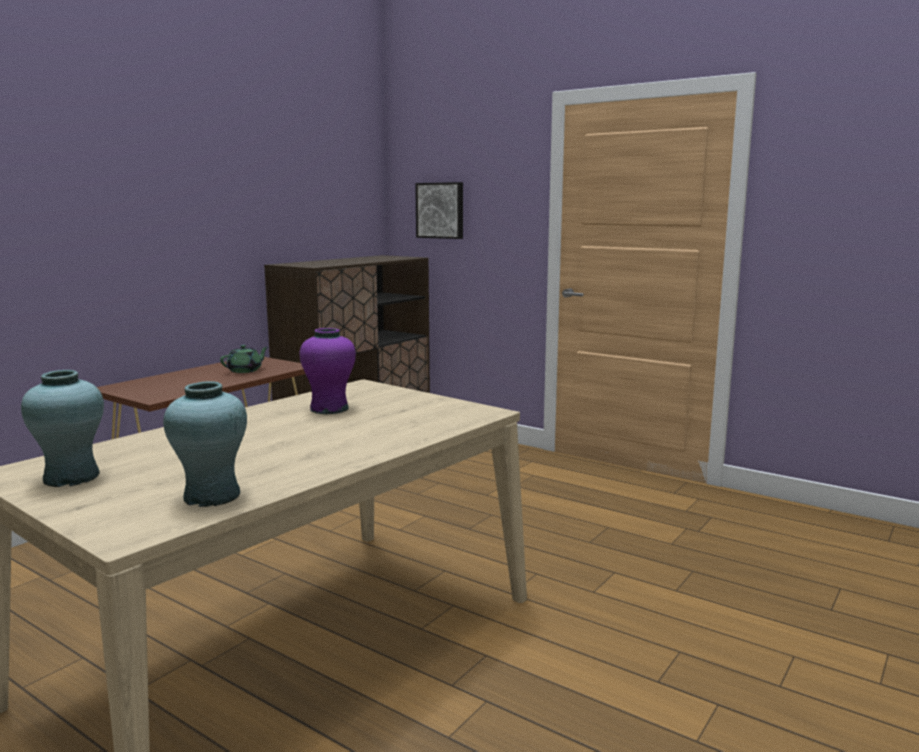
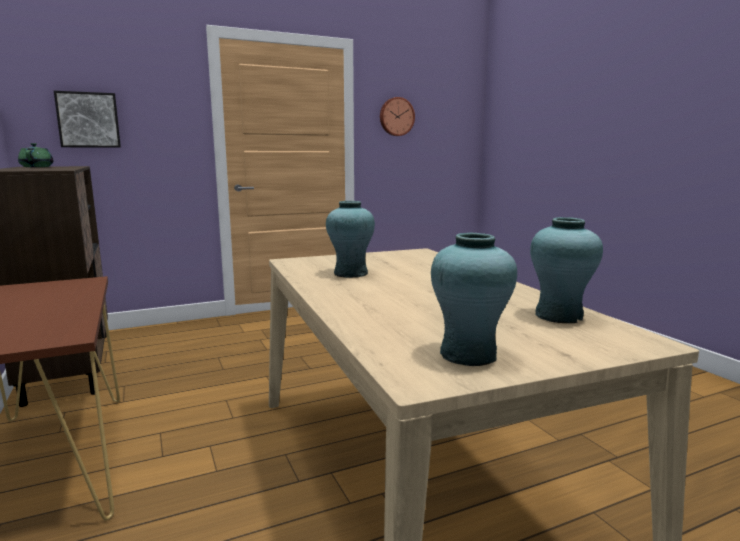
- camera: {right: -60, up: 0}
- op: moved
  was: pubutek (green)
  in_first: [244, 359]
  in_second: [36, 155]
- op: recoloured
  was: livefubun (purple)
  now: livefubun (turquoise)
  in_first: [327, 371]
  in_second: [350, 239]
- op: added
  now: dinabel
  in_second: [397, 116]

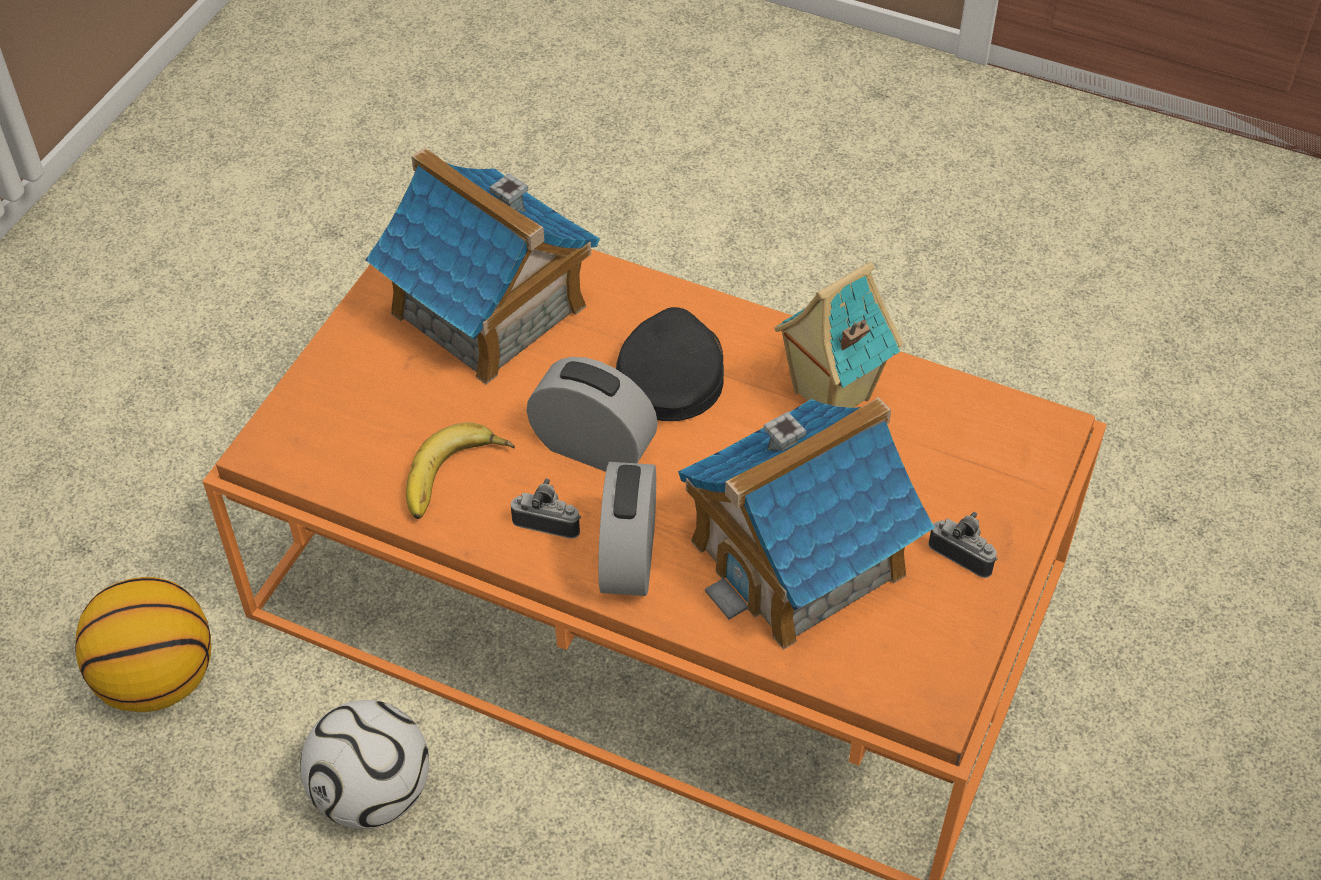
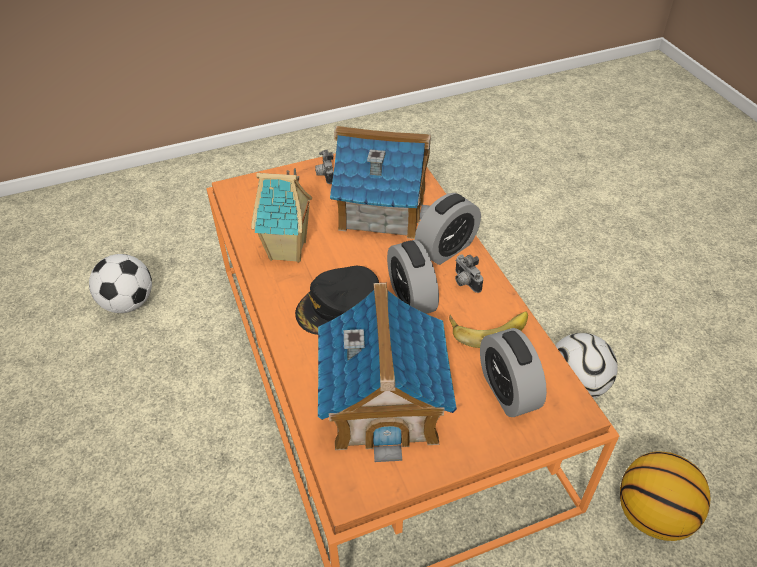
- camera: {right: -135, up: -5}
- op: added
  now: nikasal
  in_second: [120, 283]
- op: added
  now: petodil
  in_second: [513, 372]

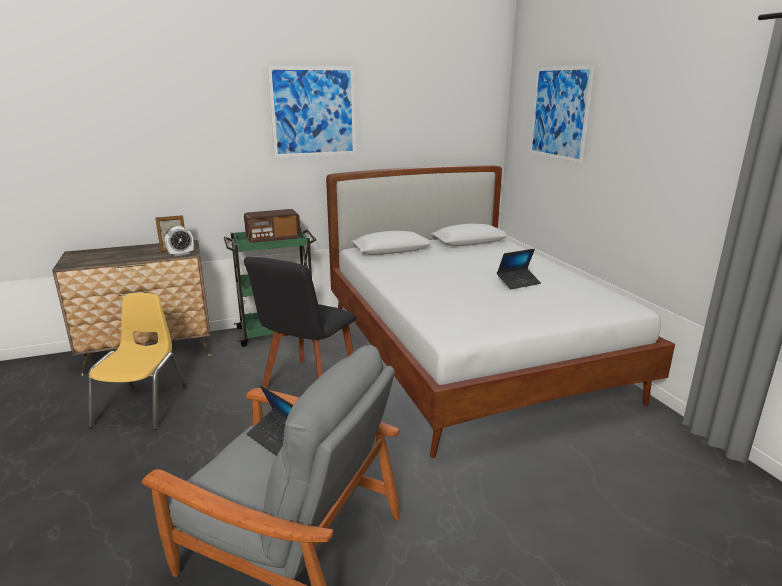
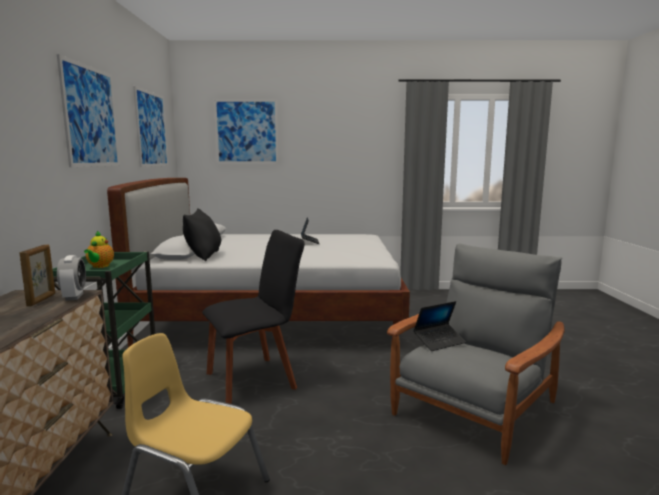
- camera: {right: -70, up: -10}
- op: replaced
  was: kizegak
  now: pubutek
  in_first: [272, 226]
  in_second: [99, 249]
- op: turned
  was: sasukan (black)
  in_first: [300, 323]
  in_second: [253, 317]
  clockwise: -75
- op: added
  now: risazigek
  in_second: [150, 126]
- op: added
  now: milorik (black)
  in_second: [202, 234]

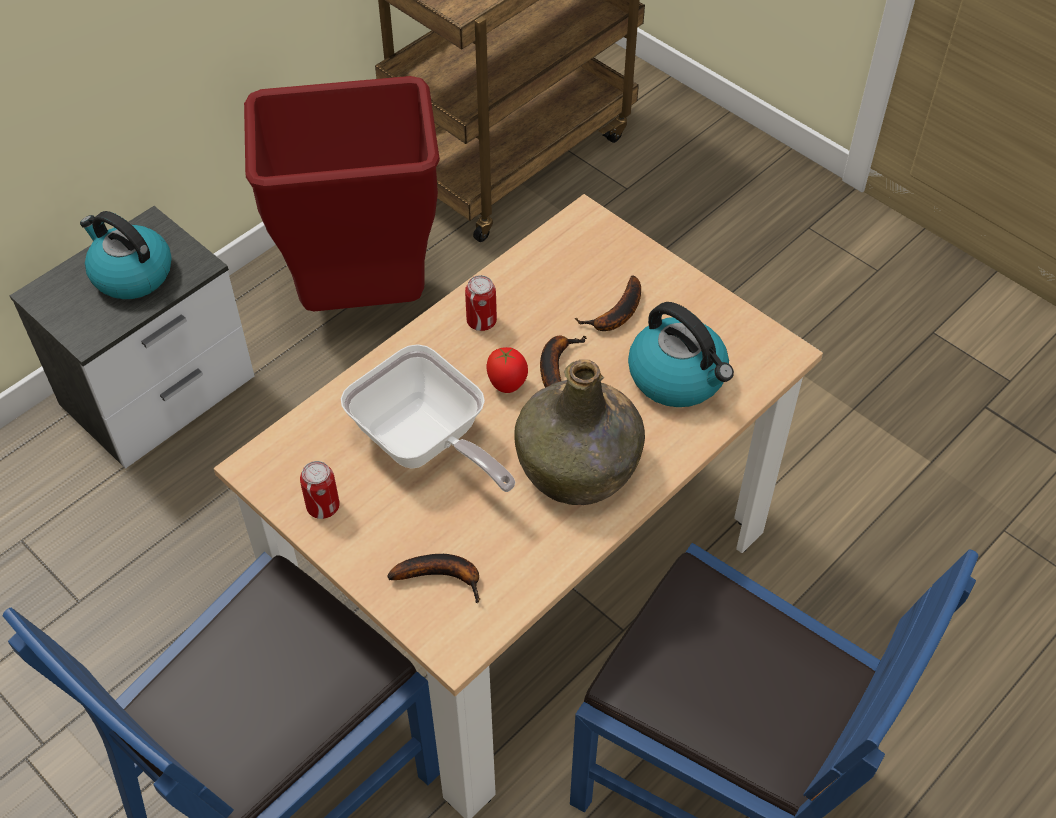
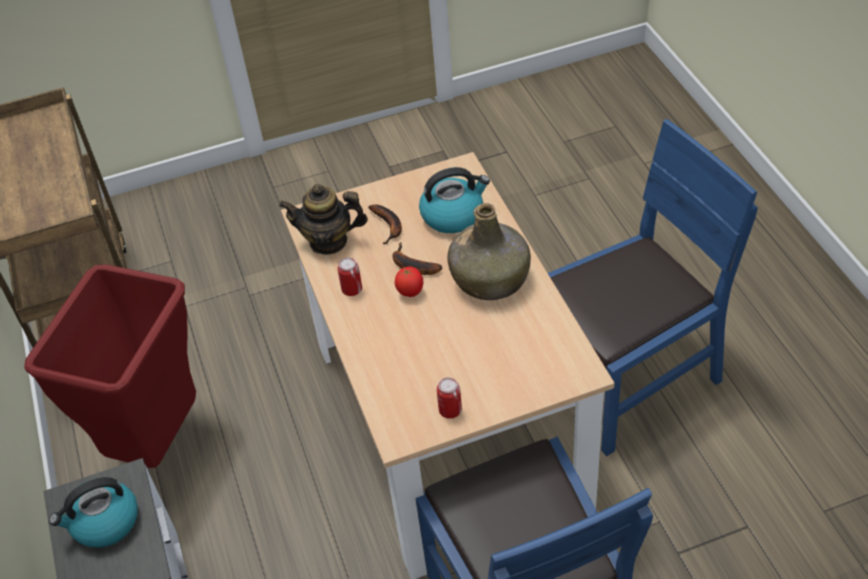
- camera: {right: -60, up: -5}
- op: removed
  was: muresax
  in_first: [428, 418]
- op: removed
  was: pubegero
  in_first: [434, 578]
- op: added
  now: pubutek
  in_second: [323, 219]

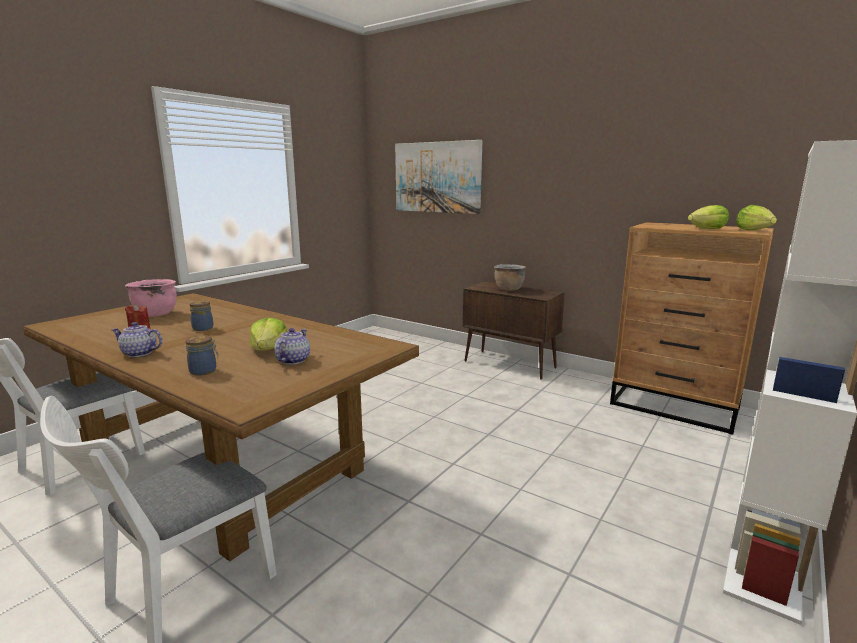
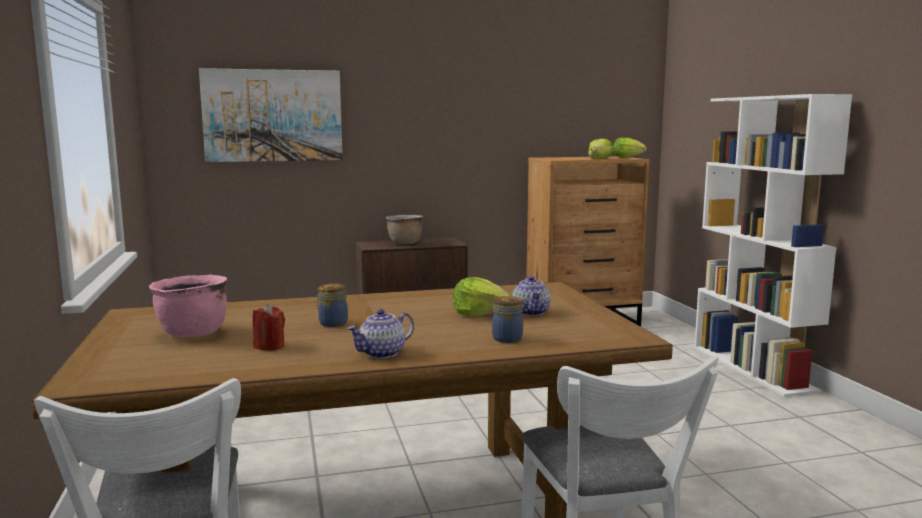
- camera: {right: -50, up: -5}
- op: turned
  was: pubutek
  in_first: [292, 346]
  in_second: [531, 296]
  clockwise: -150

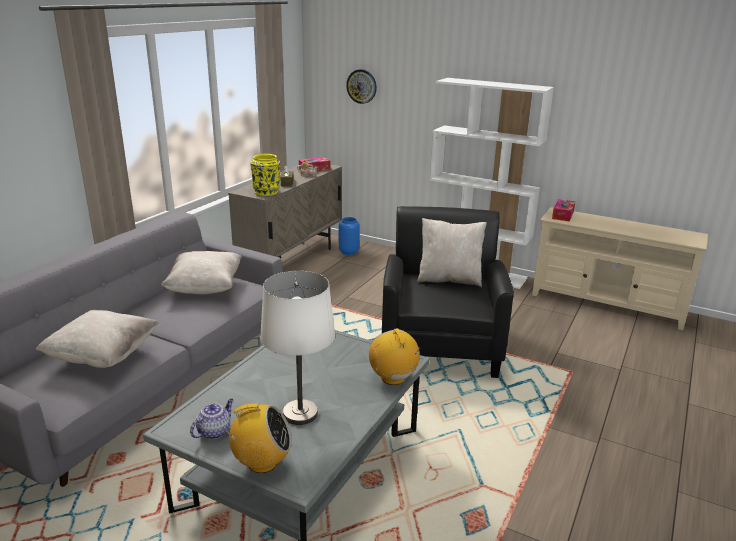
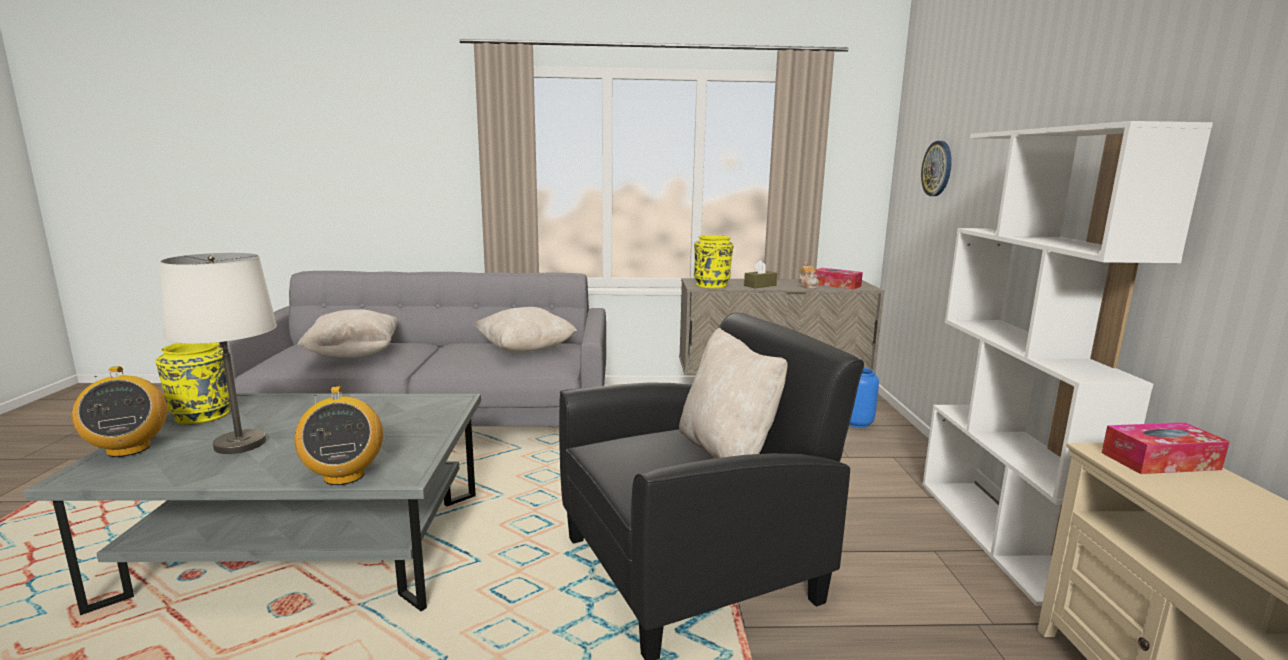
- camera: {right: 60, up: -10}
- op: replaced
  was: pubutek
  now: livefubun (yellow)
  in_first: [212, 419]
  in_second: [193, 383]
- op: turned
  was: kizegak
  in_first: [394, 356]
  in_second: [338, 435]
  clockwise: 120

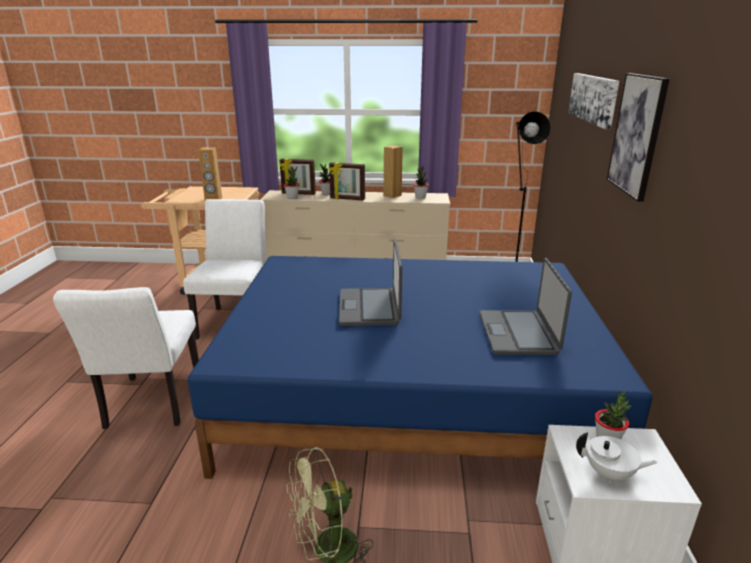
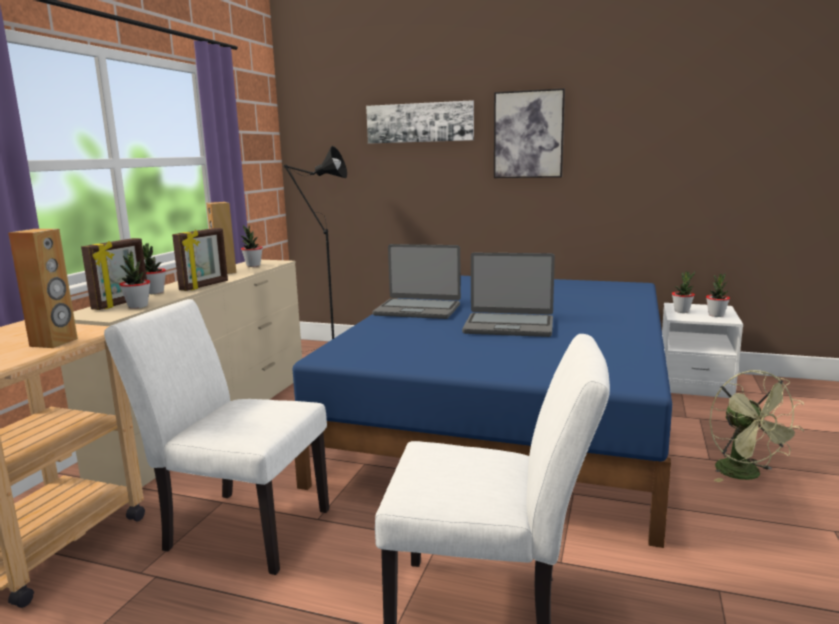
- camera: {right: -75, up: -10}
- op: moved
  was: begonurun
  in_first: [525, 306]
  in_second: [417, 281]
- op: replaced
  was: pubutek (white)
  now: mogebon
  in_first: [617, 457]
  in_second: [718, 295]

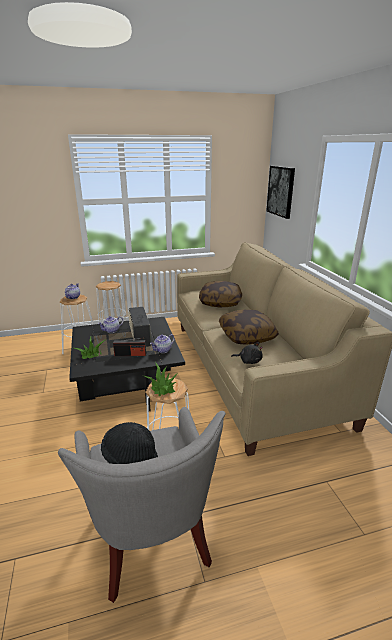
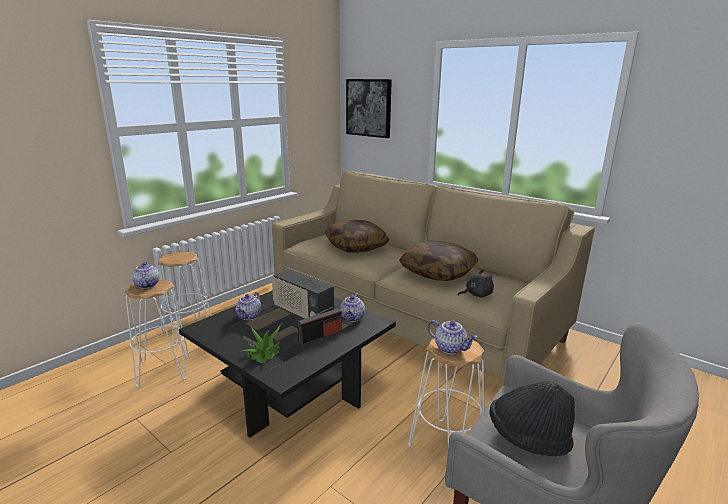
- camera: {right: -35, up: -5}
- op: replaced
  was: mogebon
  now: pubutek
  in_first: [161, 379]
  in_second: [453, 337]

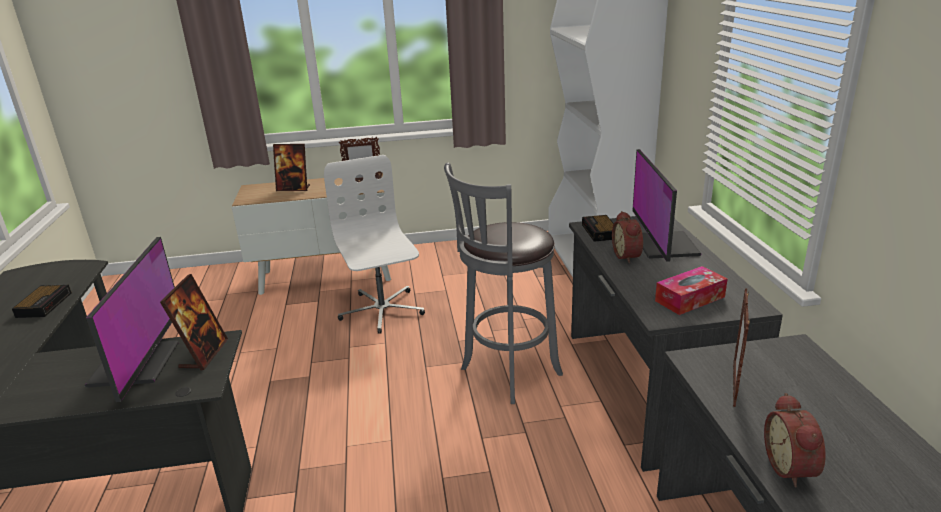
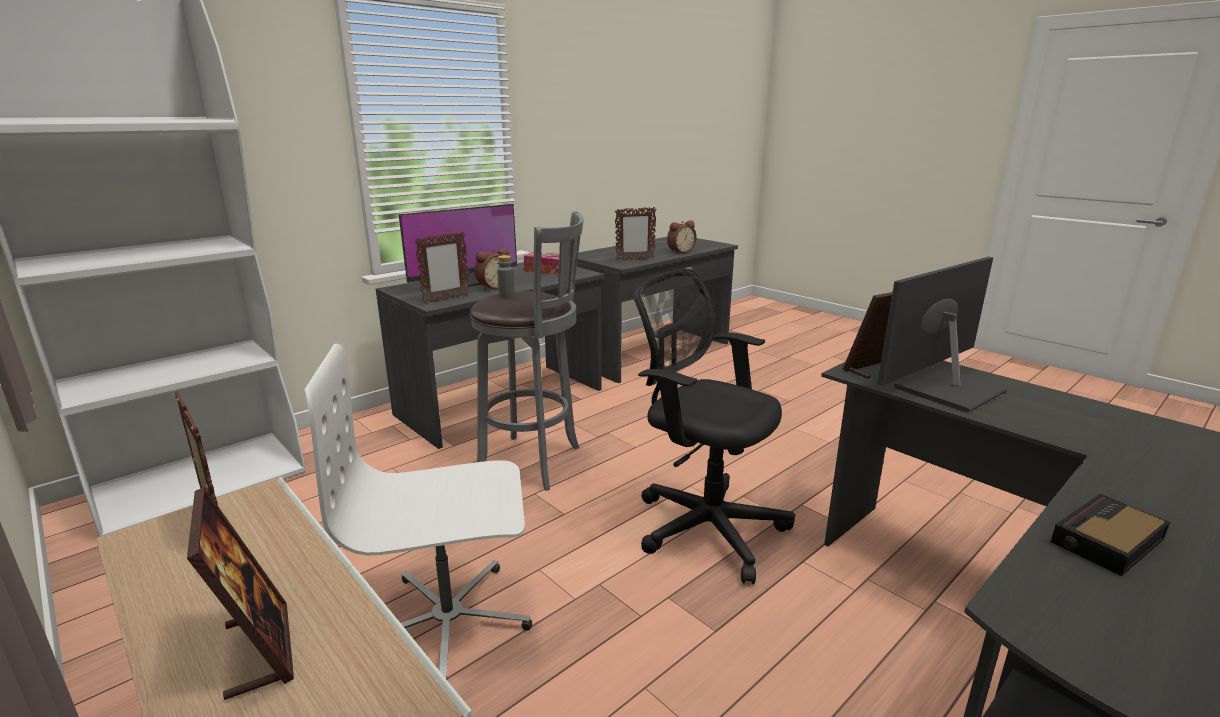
- camera: {right: -125, up: -5}
- op: turned
  was: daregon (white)
  in_first: [374, 244]
  in_second: [418, 512]
  clockwise: 45
- op: replaced
  was: petodil
  now: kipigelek
  in_first: [598, 228]
  in_second: [442, 267]
- op: added
  now: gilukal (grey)
  in_second: [506, 277]
- op: added
  now: daregon (black)
  in_second: [714, 426]

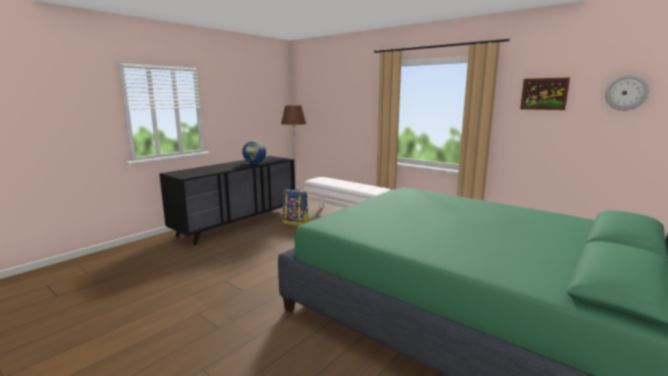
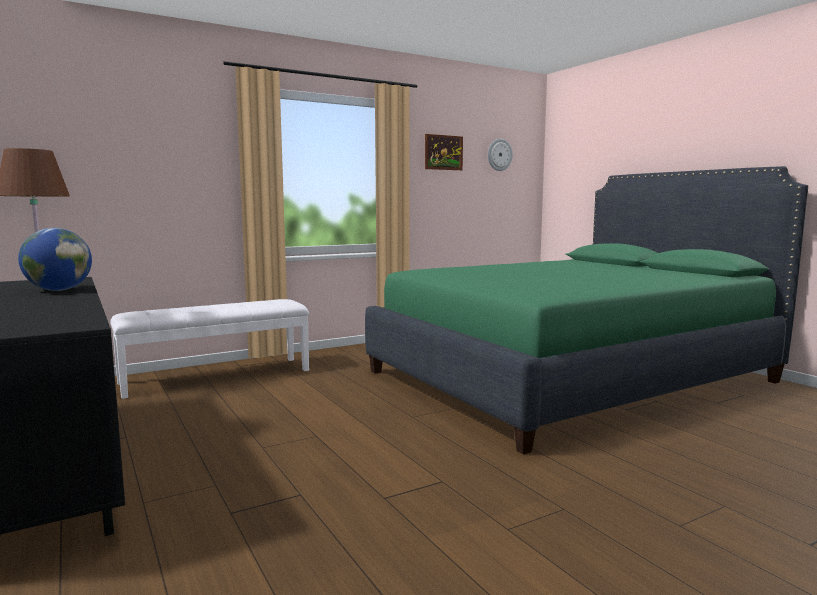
- camera: {right: -70, up: -5}
- op: removed
  was: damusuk
  in_first: [296, 207]

